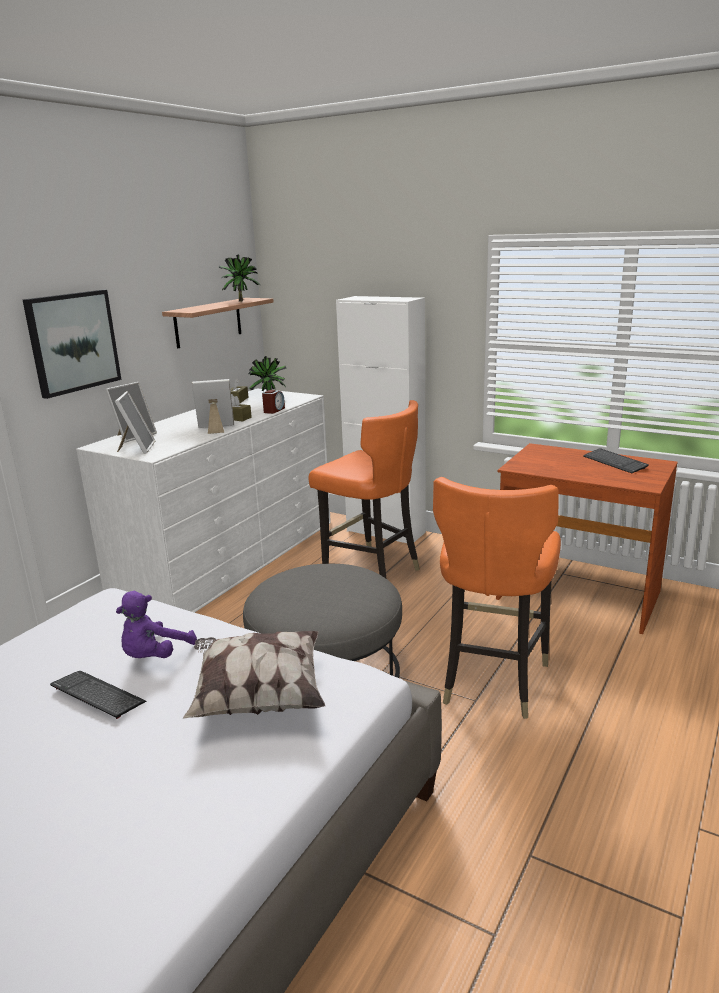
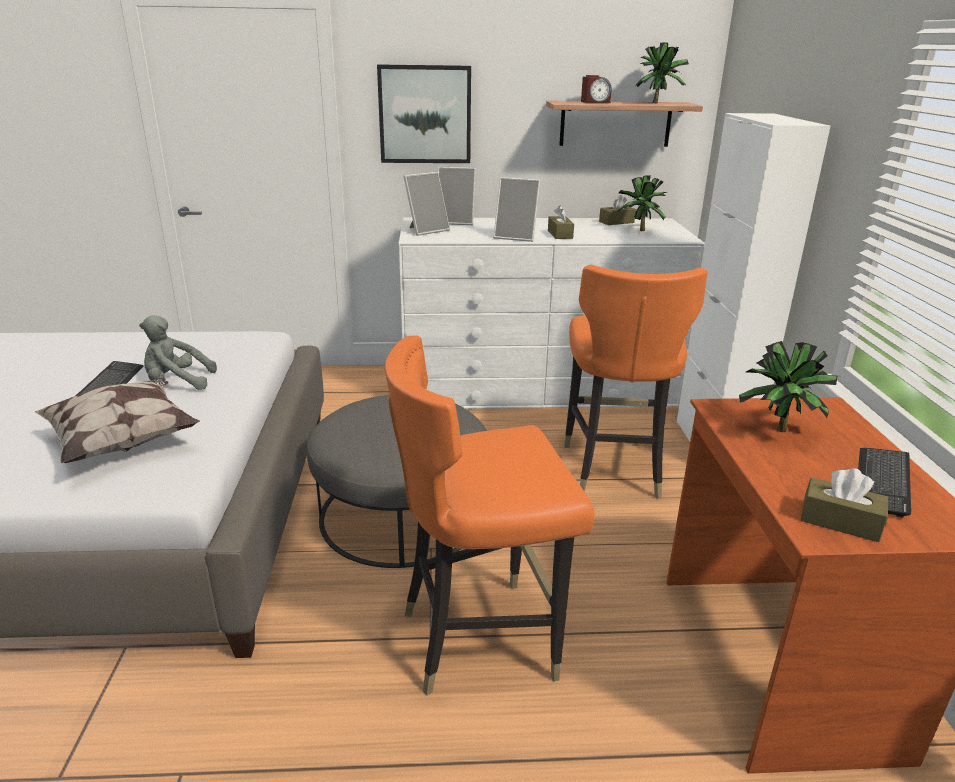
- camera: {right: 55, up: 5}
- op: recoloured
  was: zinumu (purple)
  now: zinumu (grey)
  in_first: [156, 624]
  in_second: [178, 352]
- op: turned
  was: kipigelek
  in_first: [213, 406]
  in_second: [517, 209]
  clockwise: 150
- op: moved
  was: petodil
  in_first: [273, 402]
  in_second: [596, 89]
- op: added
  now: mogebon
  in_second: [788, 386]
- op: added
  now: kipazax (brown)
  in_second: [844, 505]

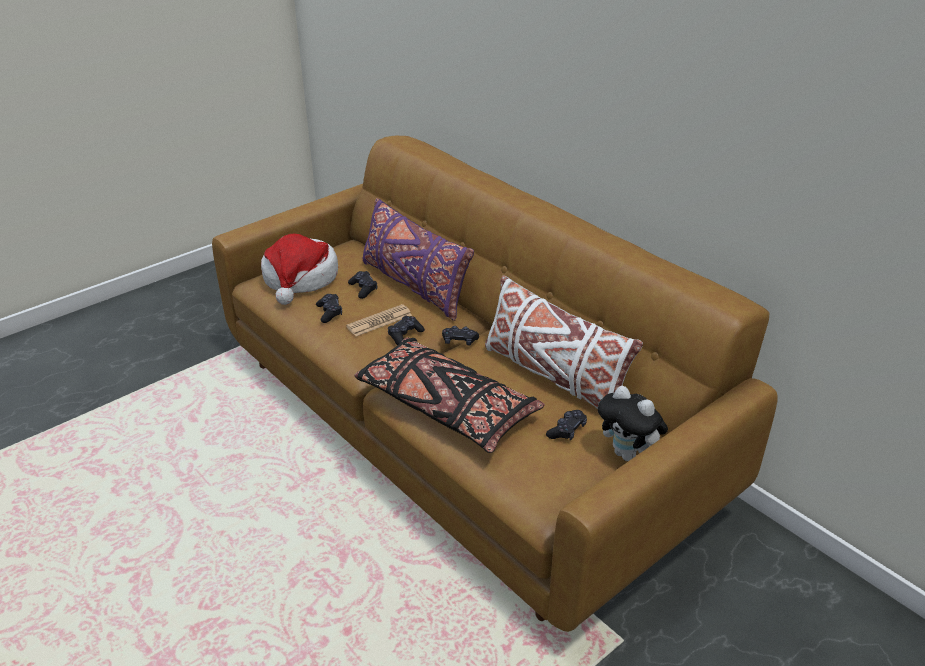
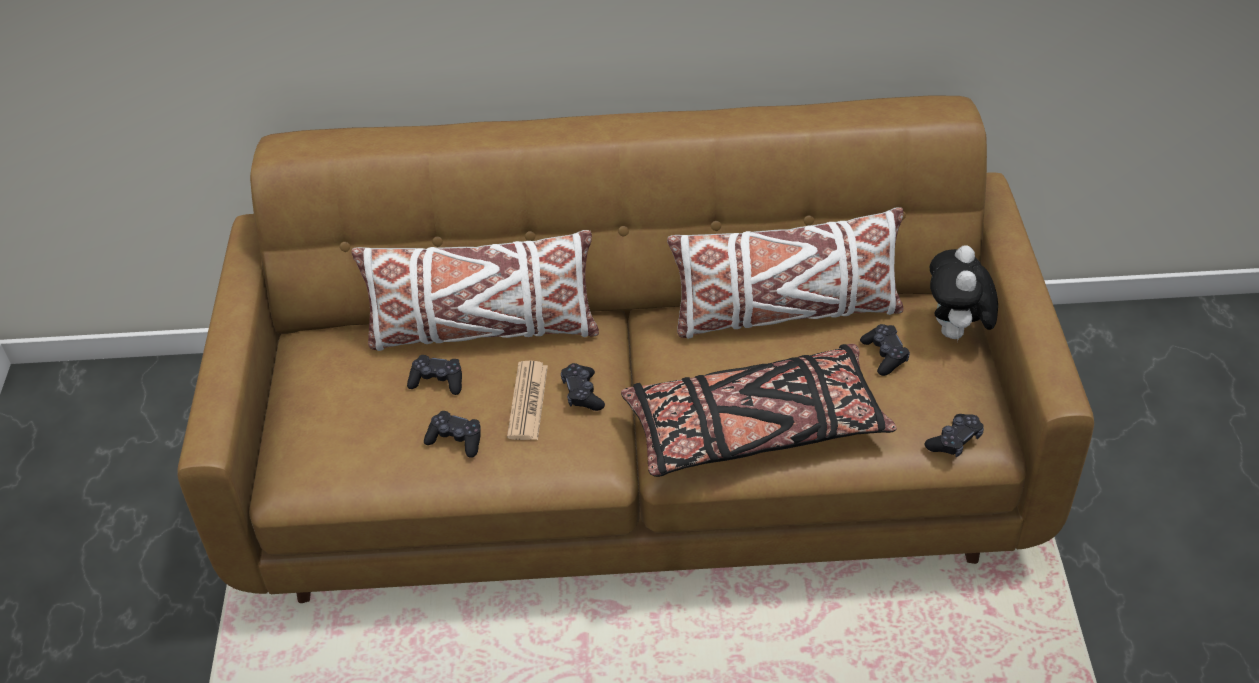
- camera: {right: -50, up: 10}
- op: removed
  was: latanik
  in_first: [299, 269]
- op: recoloured
  was: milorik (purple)
  now: milorik (white)
  in_first: [418, 259]
  in_second: [475, 290]
- op: moved
  was: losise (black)
  in_first: [460, 335]
  in_second: [954, 435]
- op: turned
  was: zinumu
  in_first: [633, 423]
  in_second: [964, 293]
  clockwise: 105

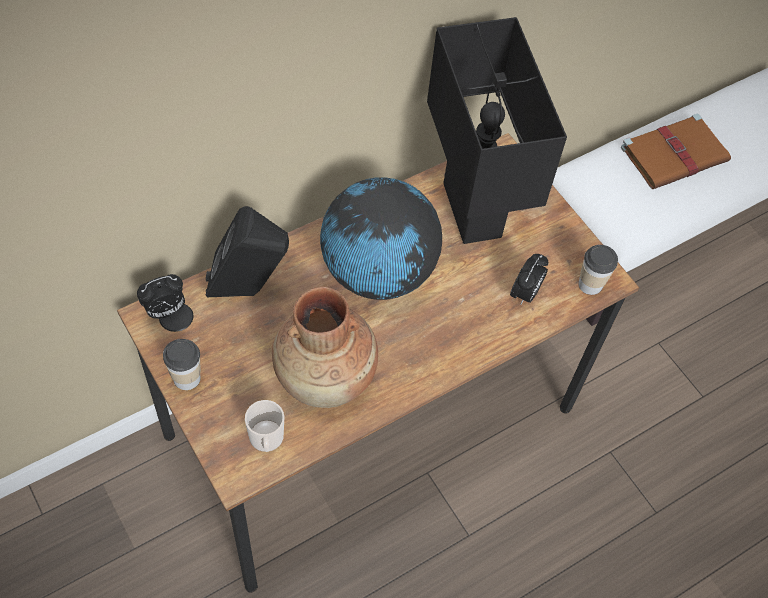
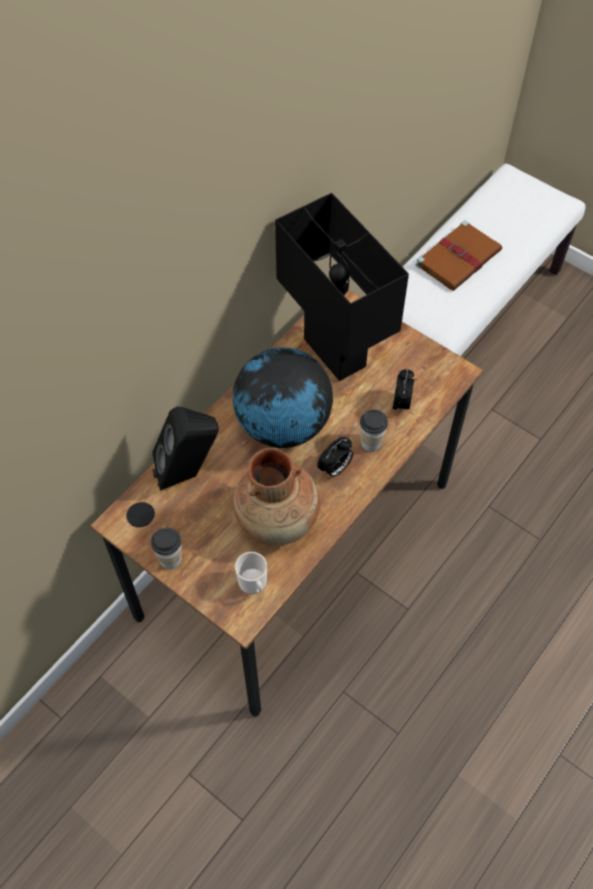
- camera: {right: -15, up: 0}
- op: moved
  was: petodil
  in_first: [161, 296]
  in_second: [335, 457]
- op: moved
  was: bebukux
  in_first: [598, 270]
  in_second: [374, 430]

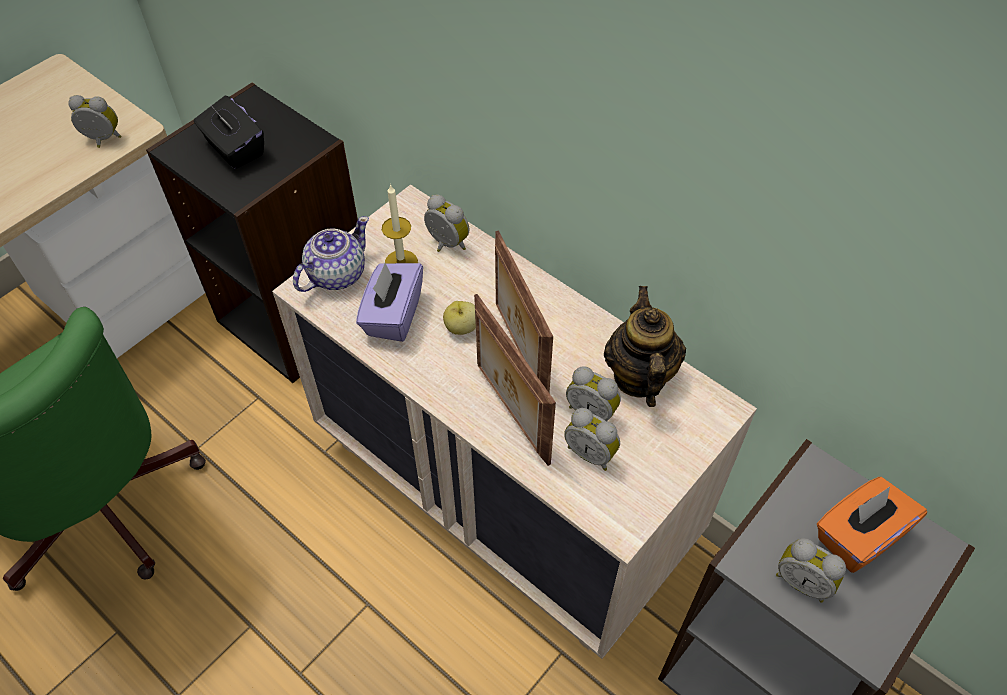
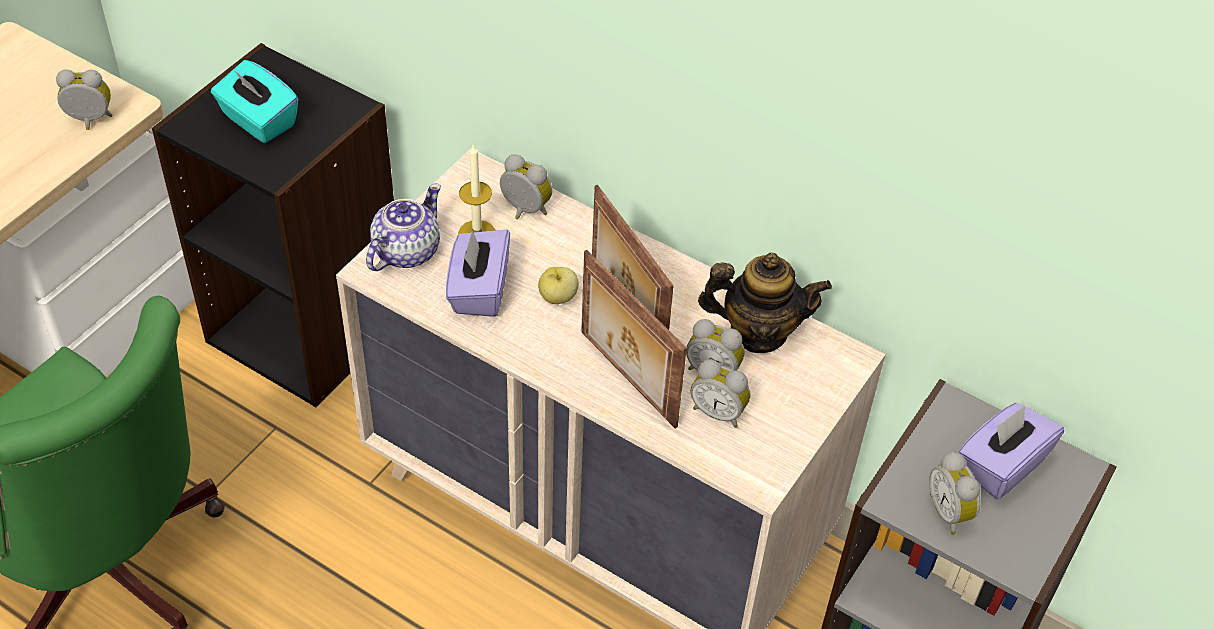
- camera: {right: -10, up: -5}
- op: recoloured
  was: kipazax (black)
  now: kipazax (turquoise)
  in_first: [229, 132]
  in_second: [254, 101]
- op: turned
  was: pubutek
  in_first: [645, 346]
  in_second: [765, 302]
  clockwise: 105
- op: turned
  was: petodil
  in_first: [811, 570]
  in_second: [954, 493]
  clockwise: 45
- op: recoloured
  was: kipazax (orange)
  now: kipazax (purple)
  in_first: [872, 525]
  in_second: [1011, 451]

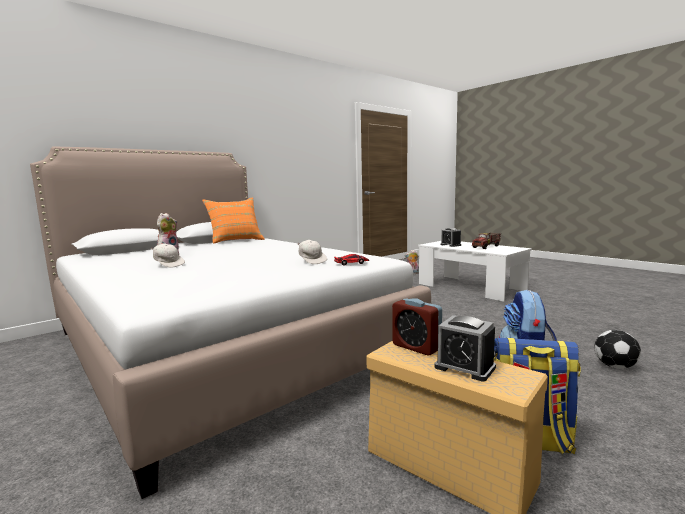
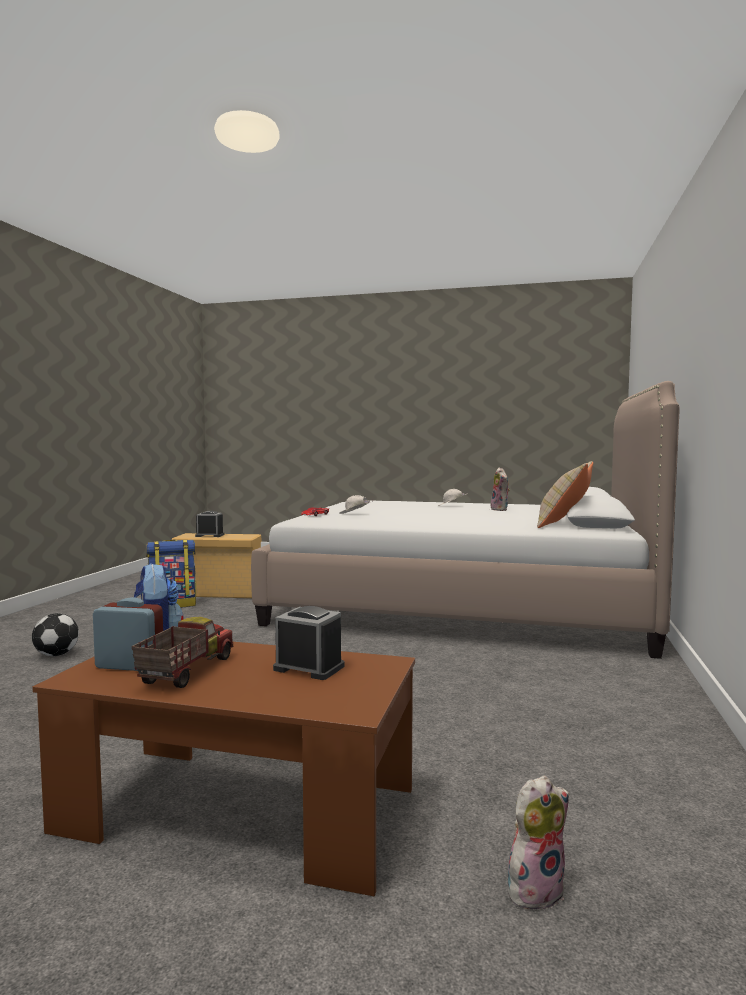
- camera: {right: 145, up: -5}
- op: recoloured
  was: milorik (orange)
  now: milorik (beige)
  in_first: [233, 221]
  in_second: [565, 494]
- op: moved
  was: petodil
  in_first: [417, 326]
  in_second: [128, 634]
- op: recoloured
  was: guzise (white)
  now: guzise (brown)
  in_first: [475, 271]
  in_second: [223, 769]

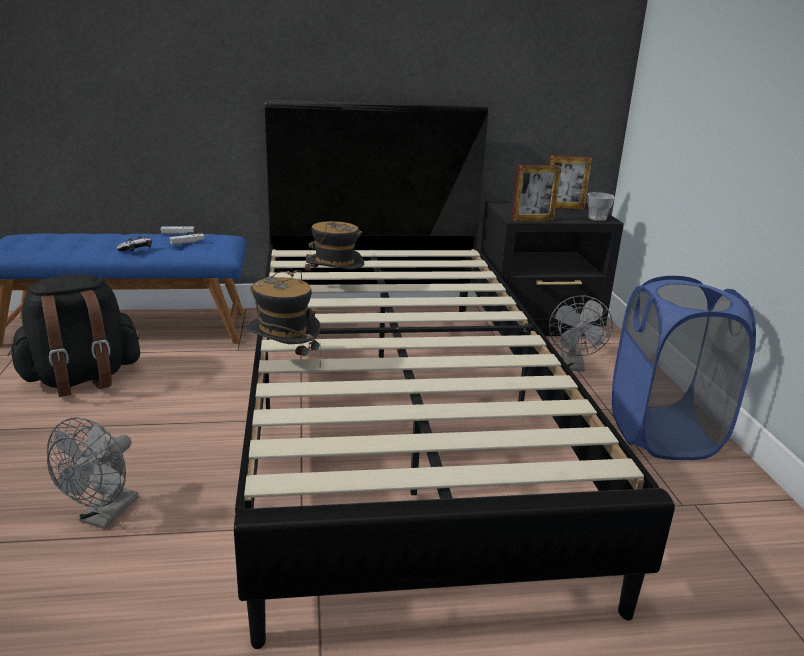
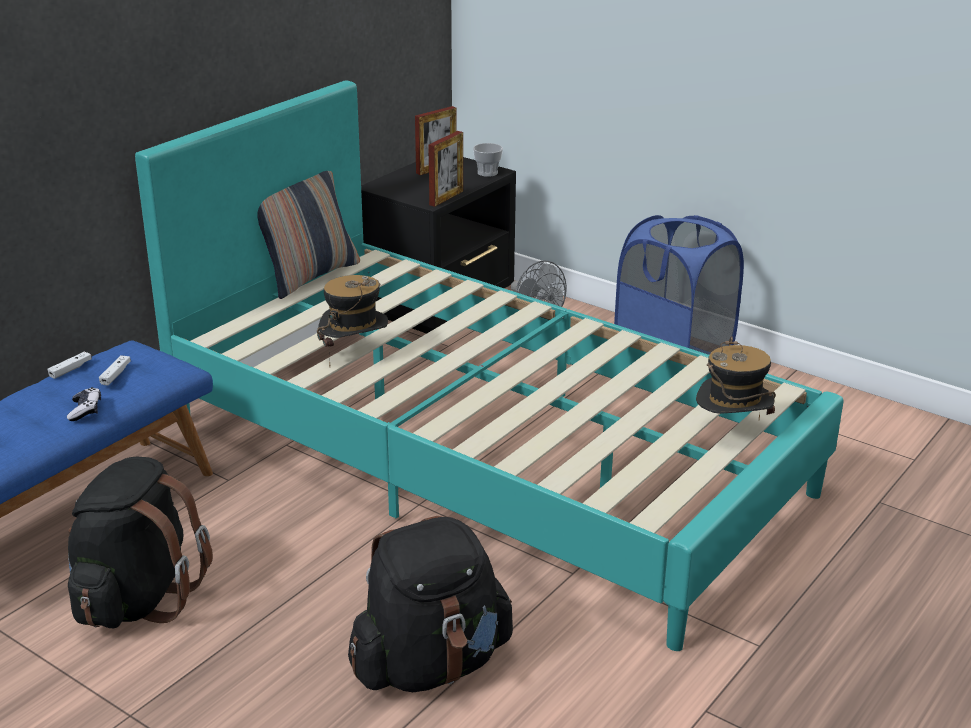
- camera: {right: -45, up: 5}
- op: replaced
  was: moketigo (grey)
  now: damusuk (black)
  in_first: [93, 473]
  in_second: [430, 604]
- op: recoloured
  was: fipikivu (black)
  now: fipikivu (turquoise)
  in_first: [454, 374]
  in_second: [489, 365]
- op: moved
  was: latanik
  in_first: [283, 318]
  in_second: [736, 377]
- op: added
  now: milorik
  in_second: [308, 235]

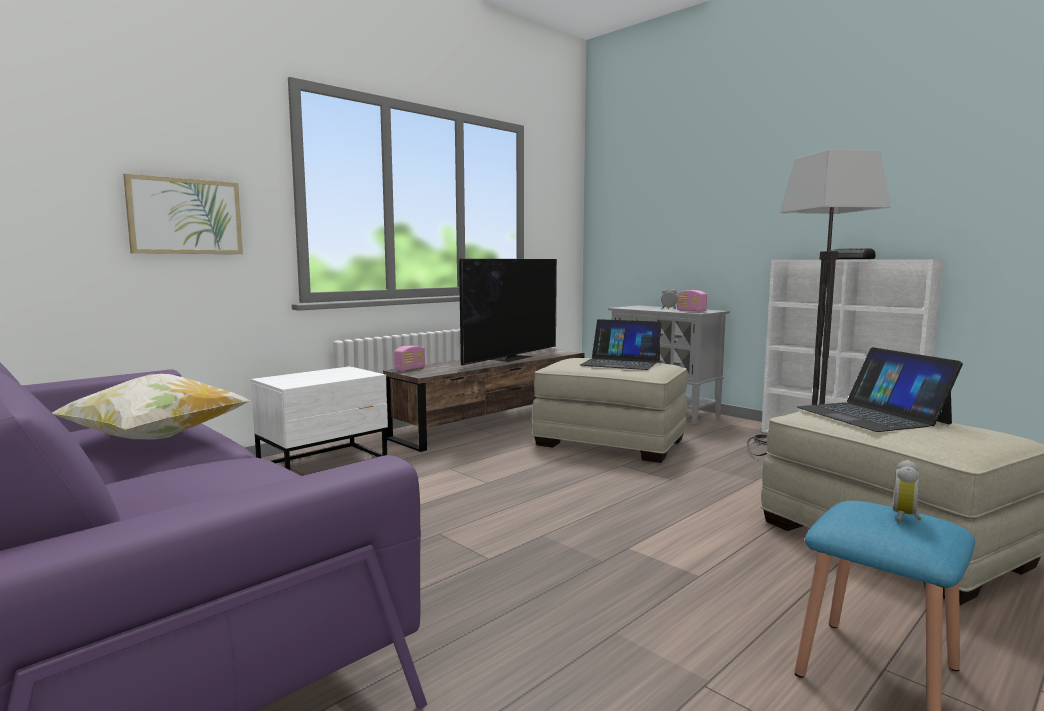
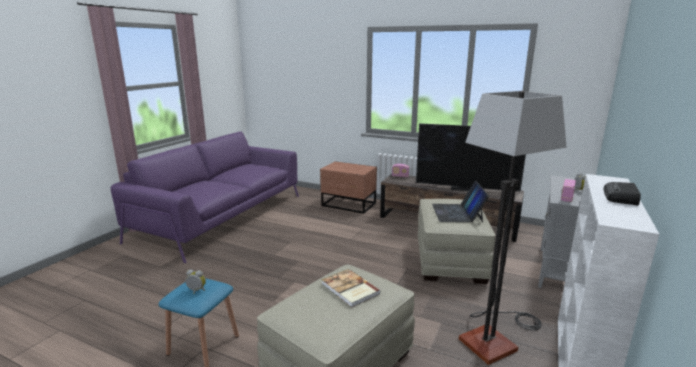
- camera: {right: 70, up: 10}
- op: removed
  was: milorik
  in_first: [151, 406]
- op: removed
  was: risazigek
  in_first: [183, 214]
- op: recoloured
  was: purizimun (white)
  now: purizimun (brown)
  in_first: [319, 421]
  in_second: [348, 187]
- op: replaced
  was: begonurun
  now: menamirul
  in_first: [880, 389]
  in_second: [351, 288]

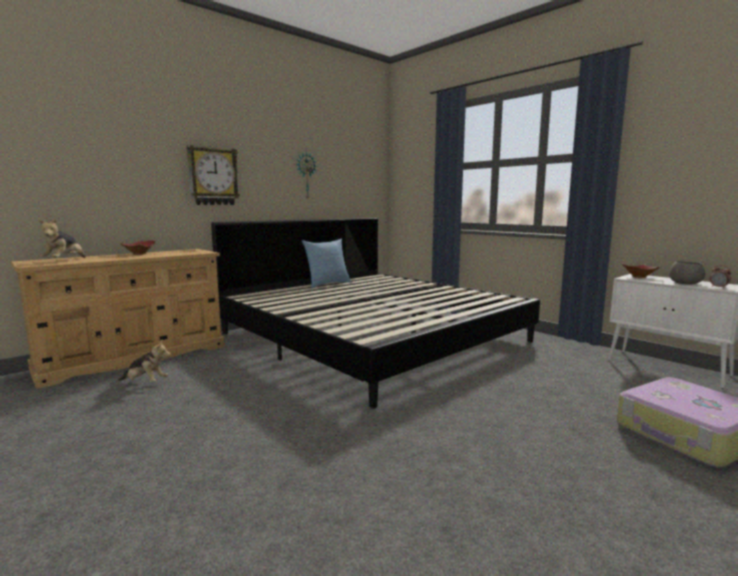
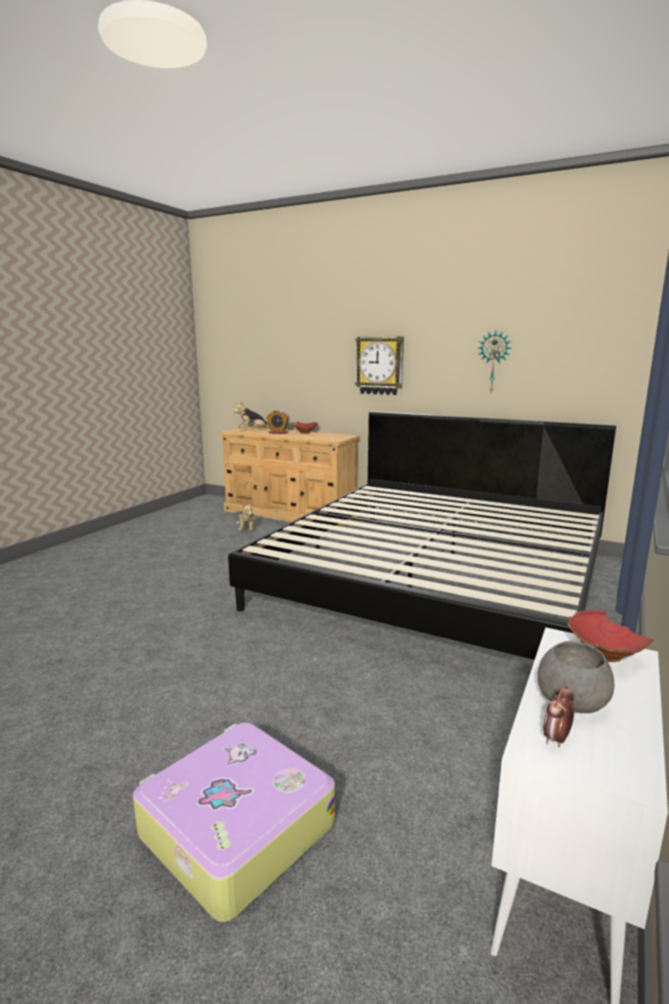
- camera: {right: 70, up: 5}
- op: removed
  was: milorik
  in_first: [327, 263]
- op: added
  now: petodil
  in_second: [277, 422]

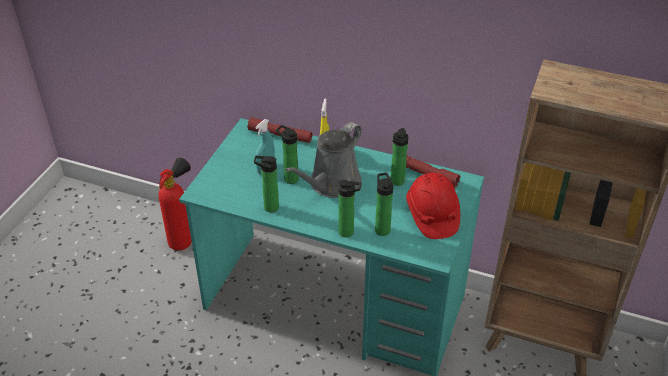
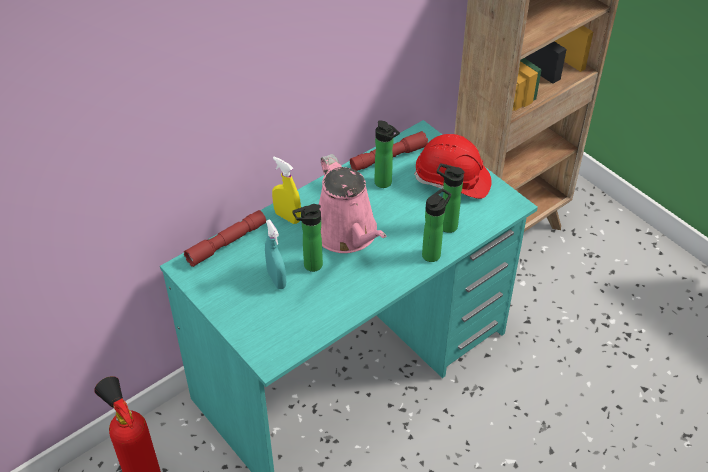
- camera: {right: -60, up: 5}
- op: removed
  was: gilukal
  in_first: [266, 184]
- op: recoloured
  was: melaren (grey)
  now: melaren (pink)
  in_first: [323, 160]
  in_second: [352, 203]

